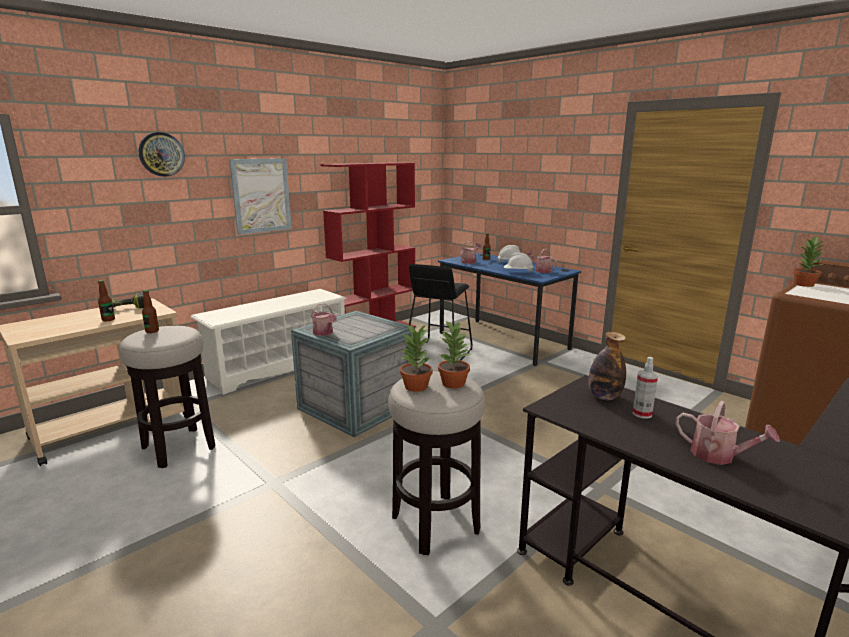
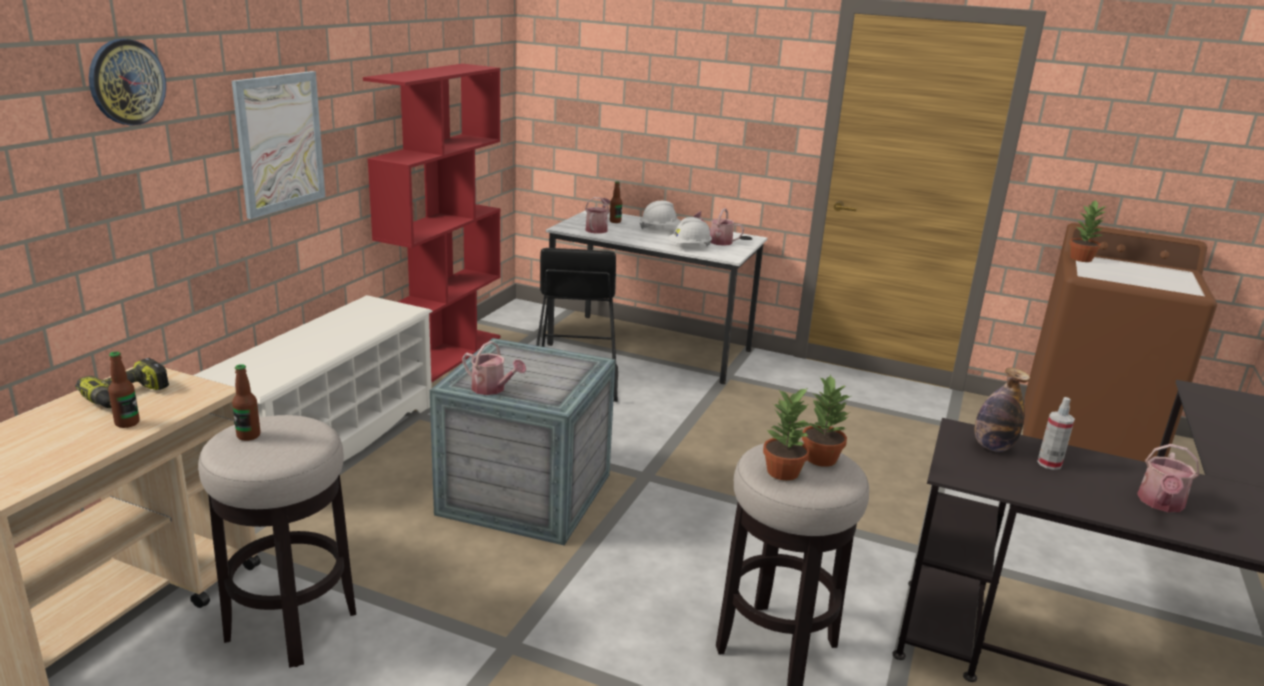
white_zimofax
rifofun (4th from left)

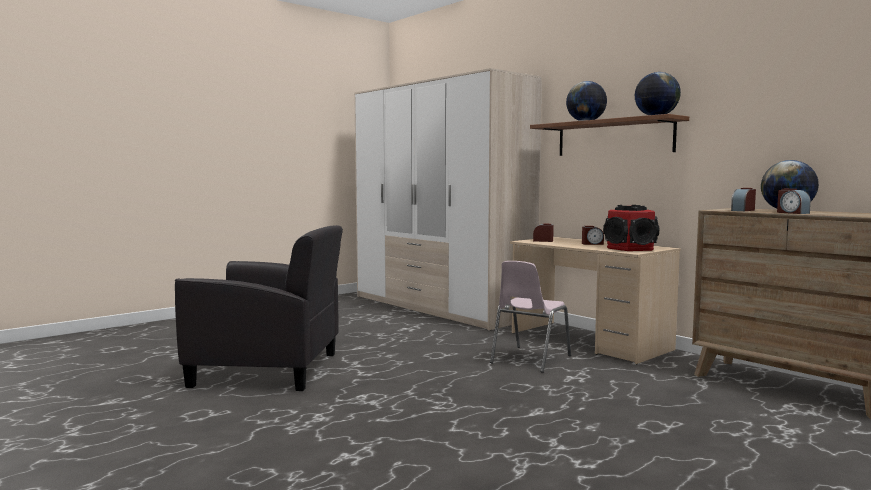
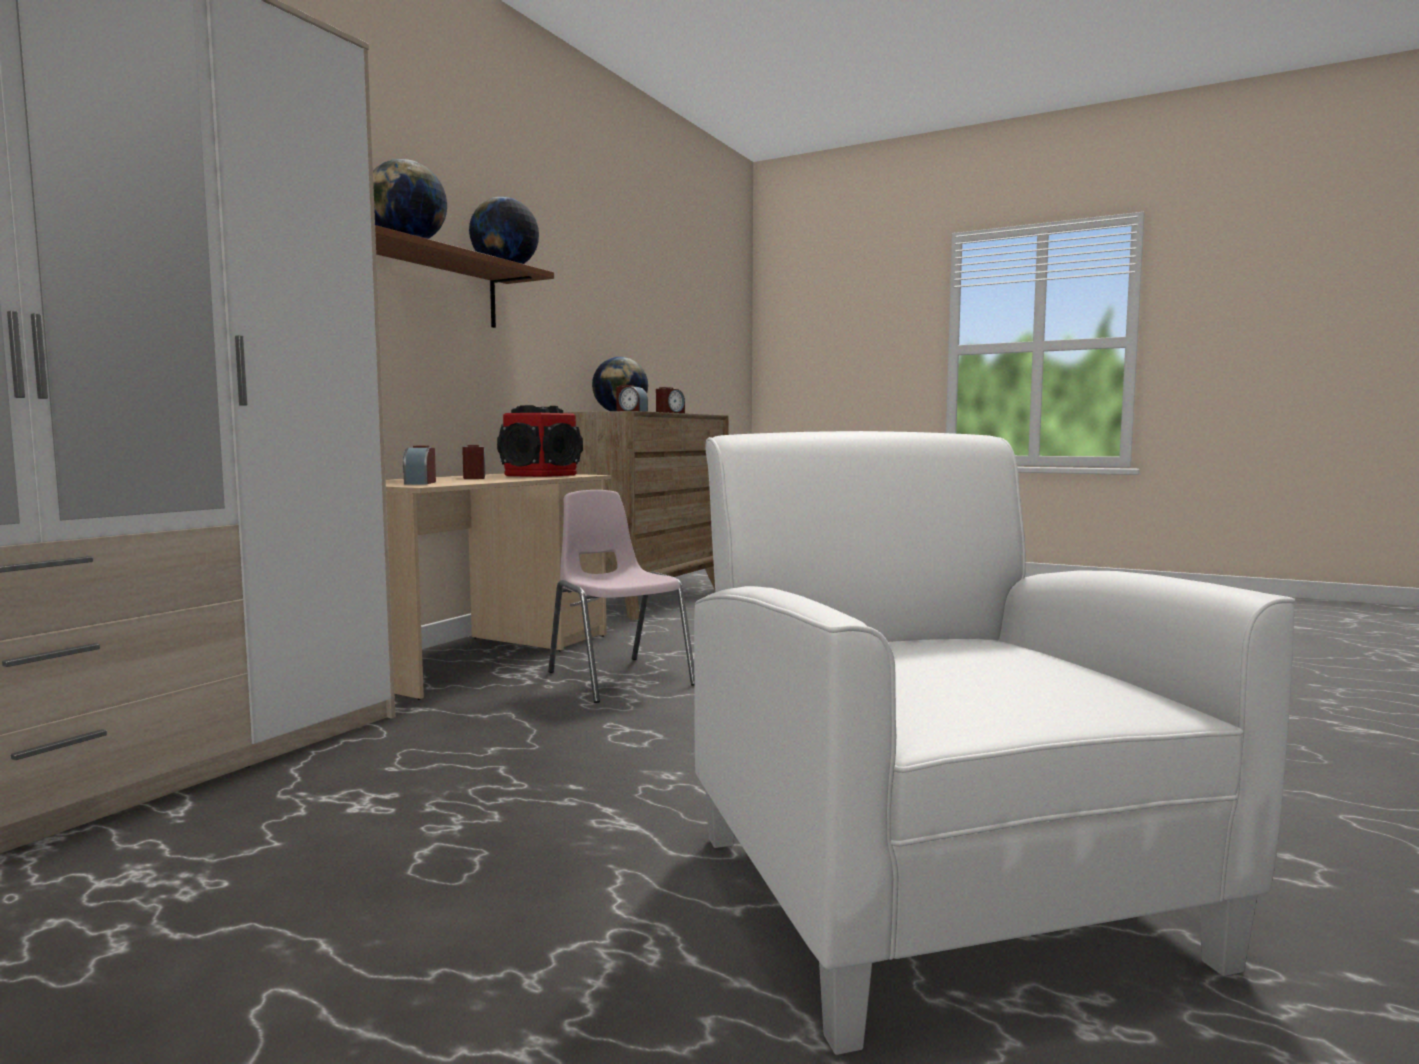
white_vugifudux
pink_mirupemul

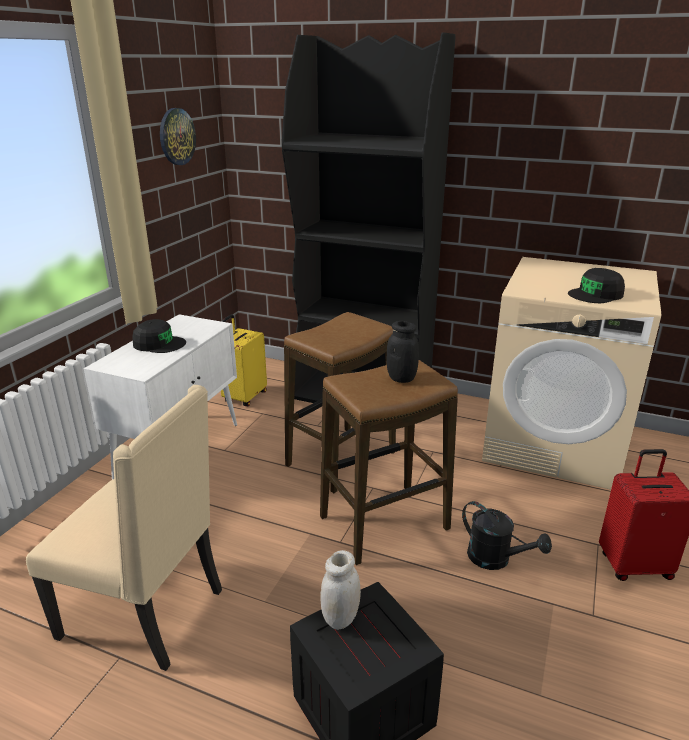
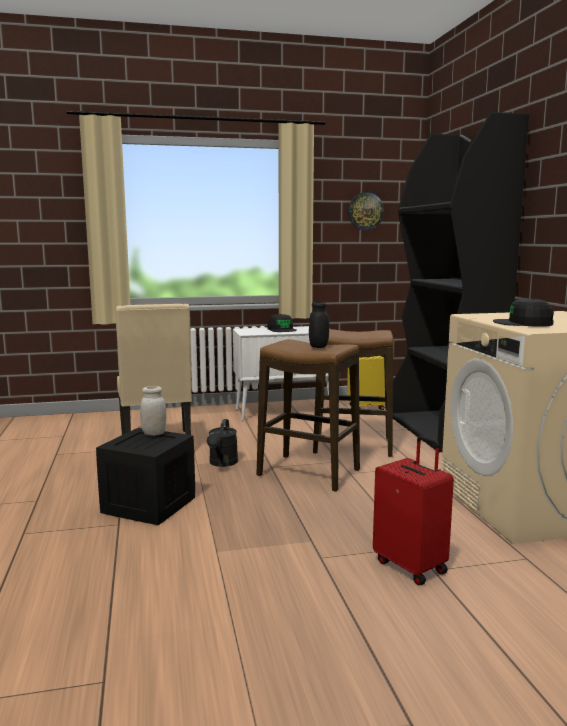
black_rifofun

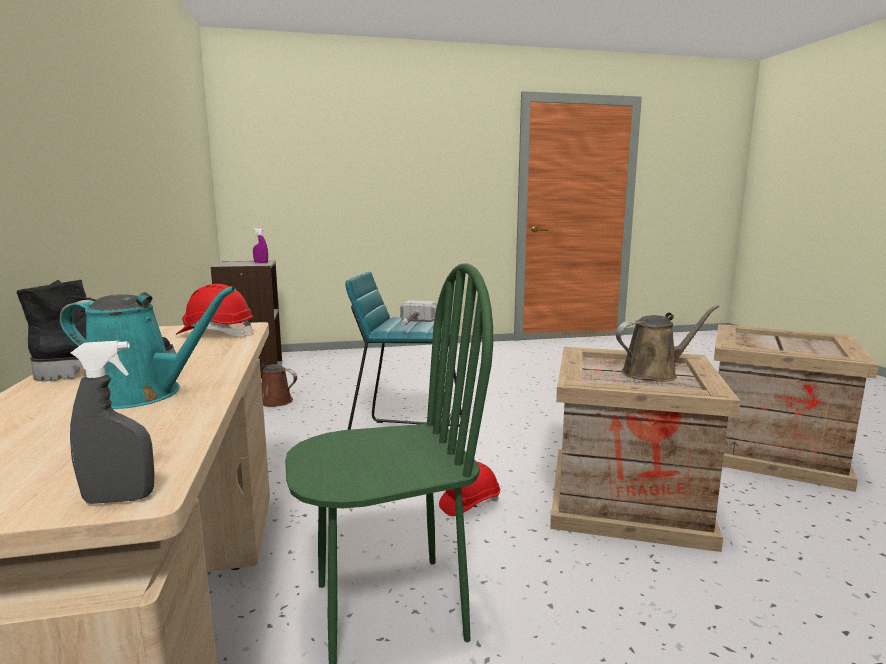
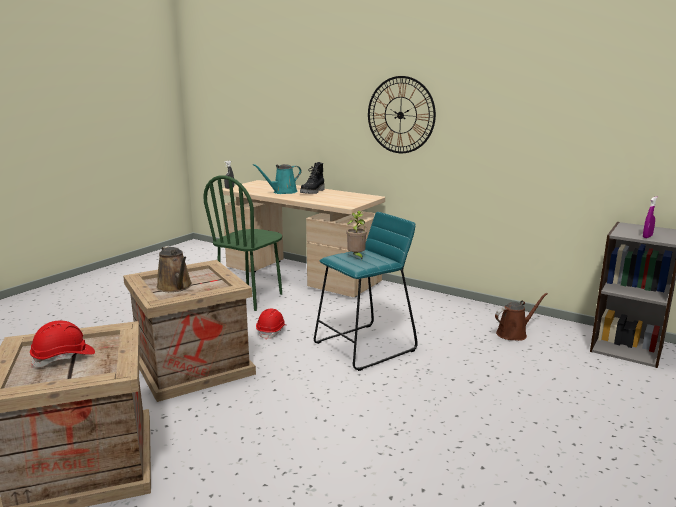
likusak
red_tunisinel (1st from left)
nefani
brown_rifofun (1st from left)

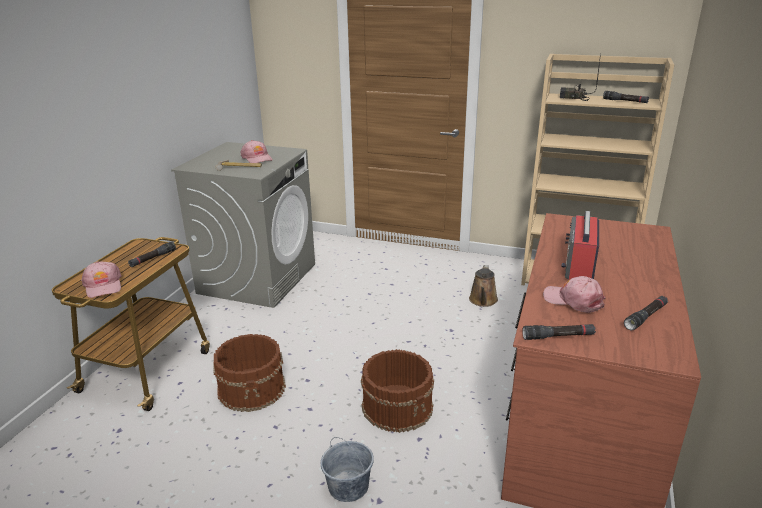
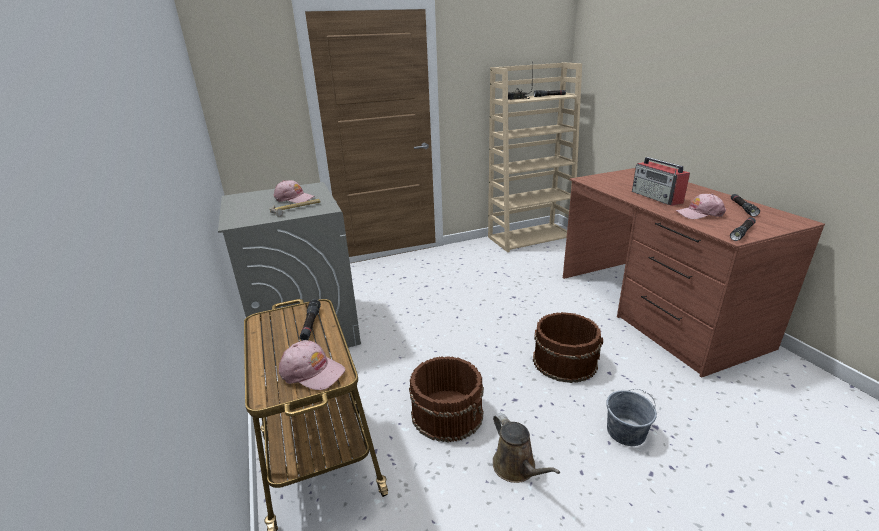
brown_rifofun

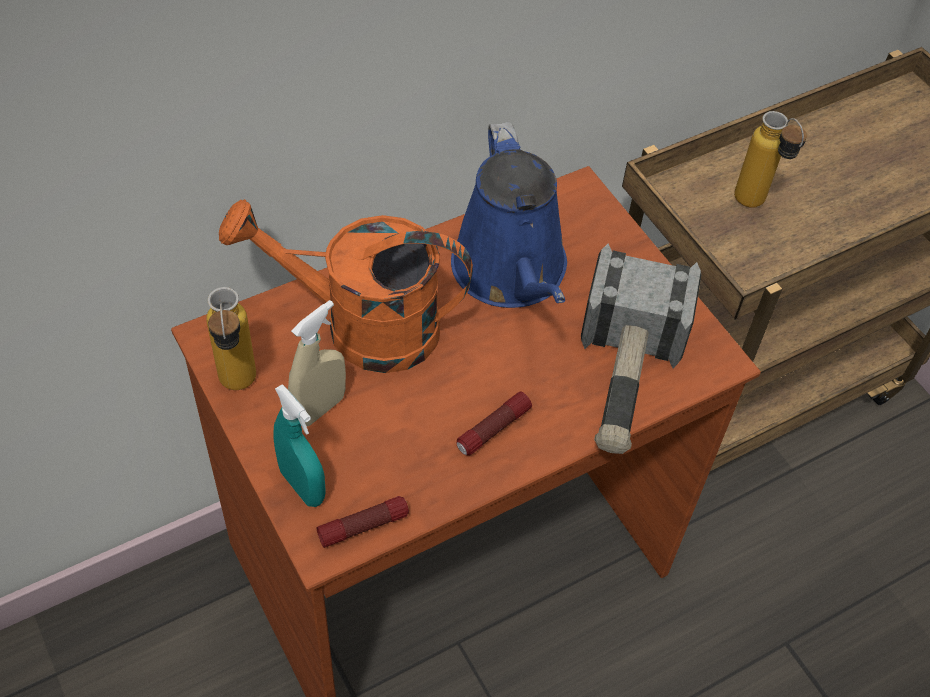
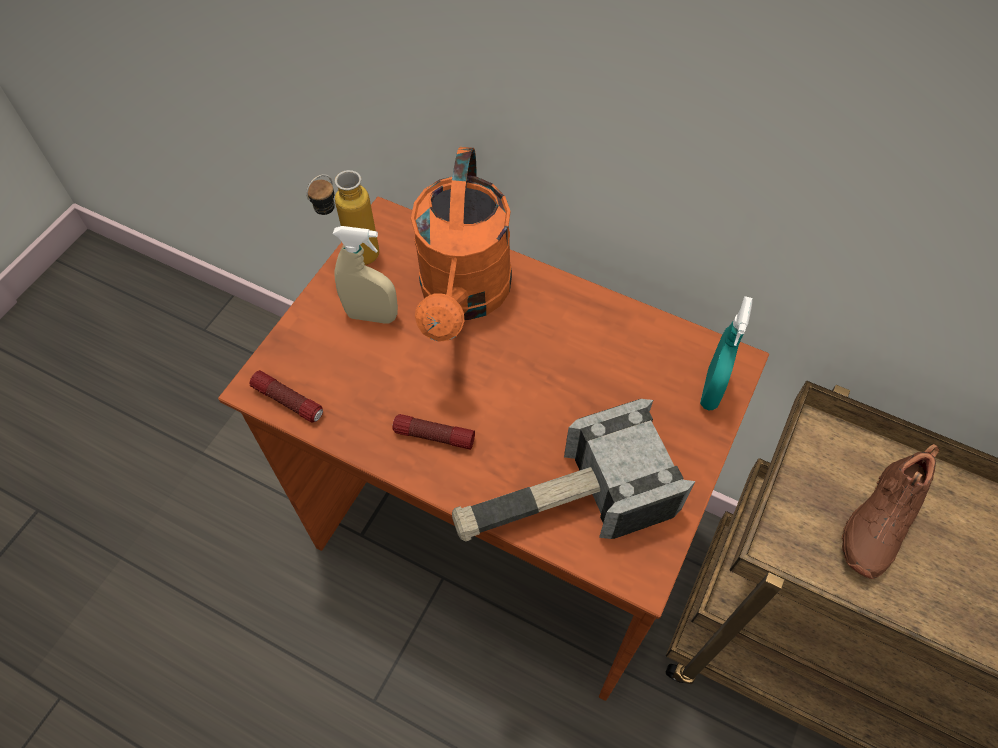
blue_rifofun
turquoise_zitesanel
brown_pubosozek
orange_rifofun

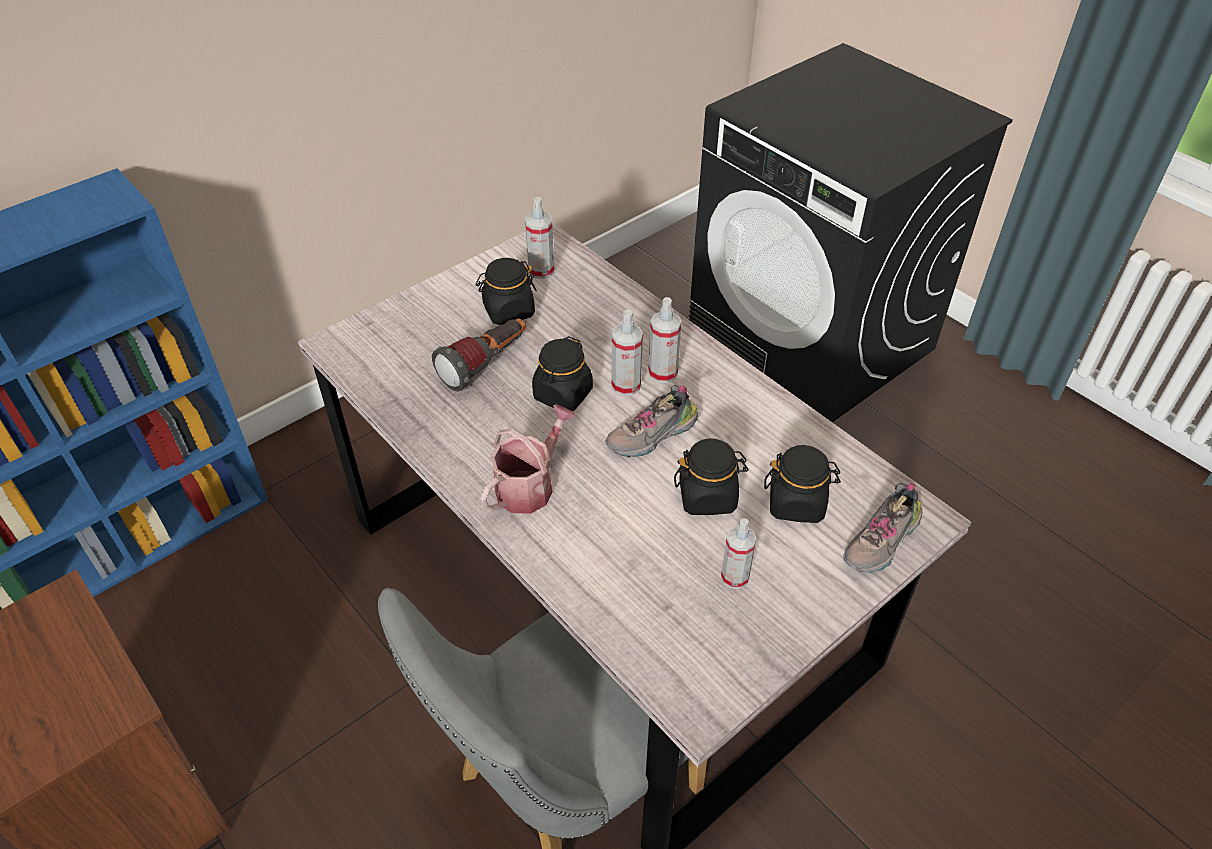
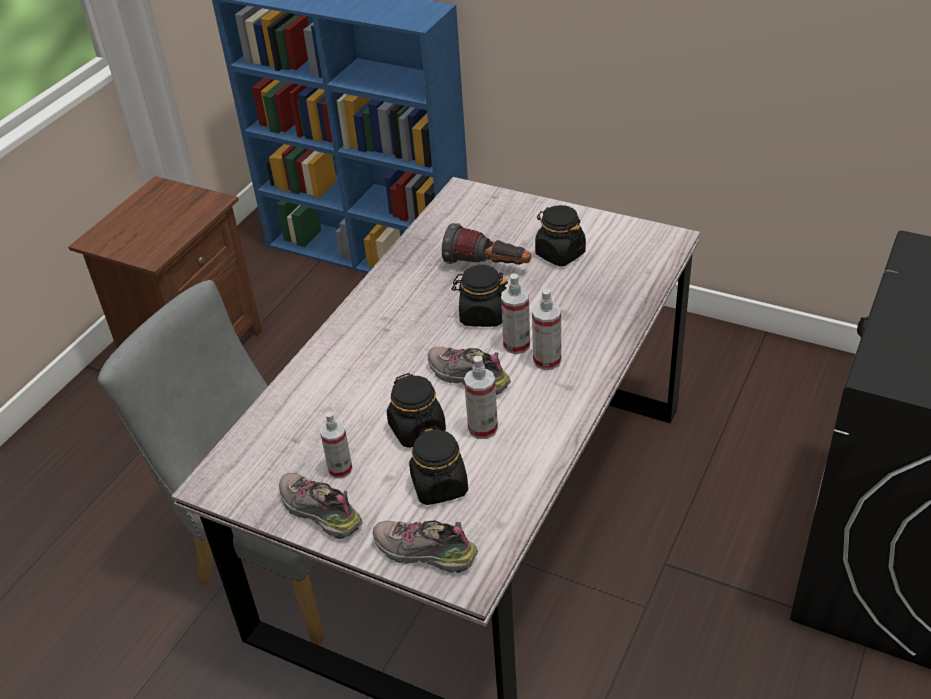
rifofun
pubosozek (1st from left)
zitesanel (2nd from left)

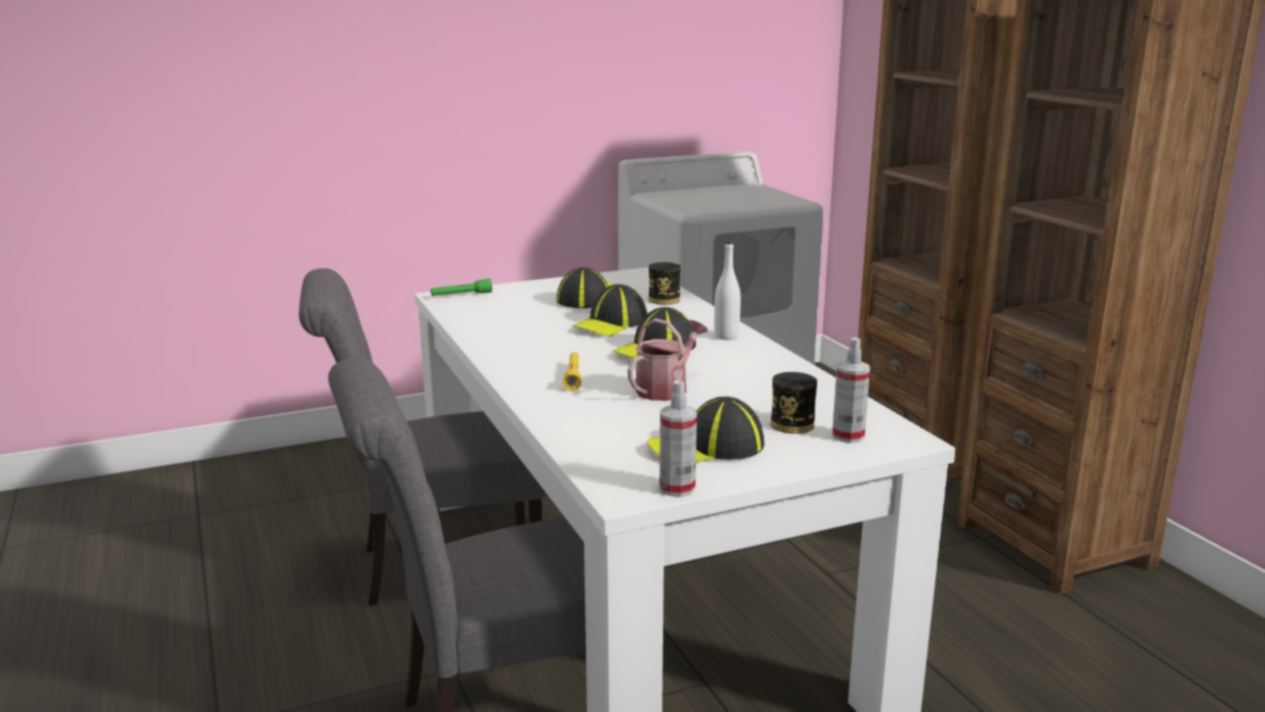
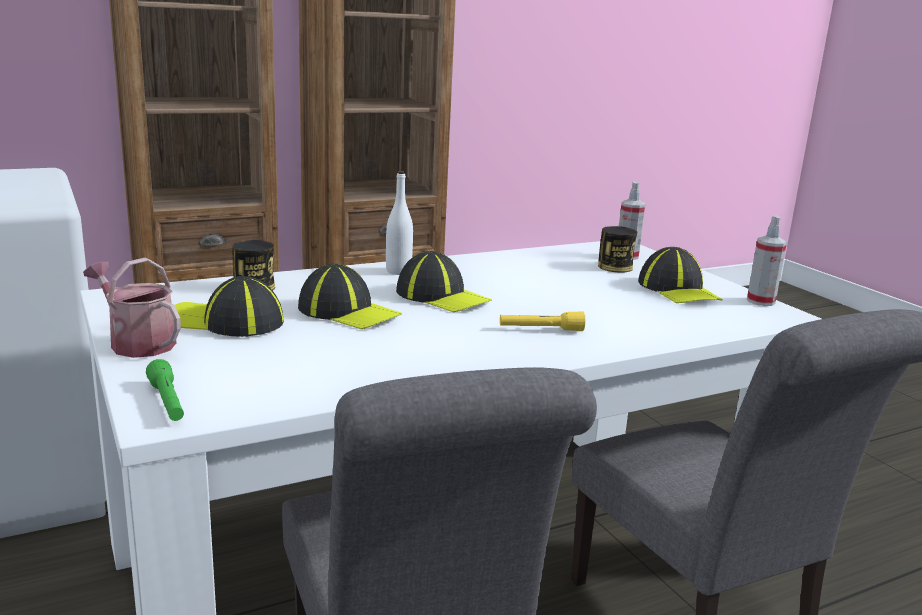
rifofun

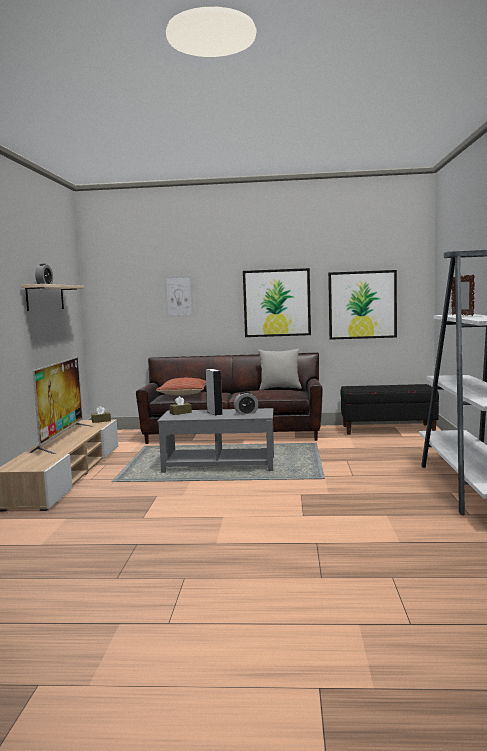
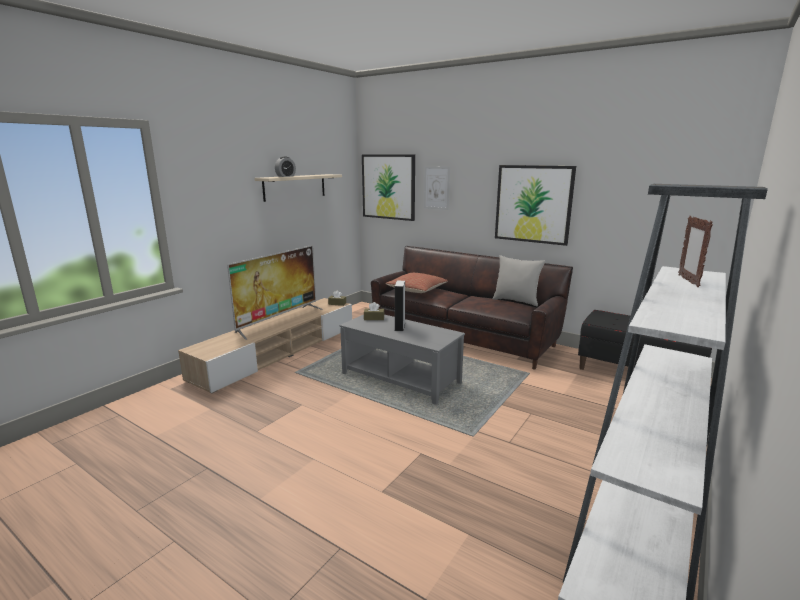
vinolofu (2nd from left in the first image)
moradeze (1st from left)

